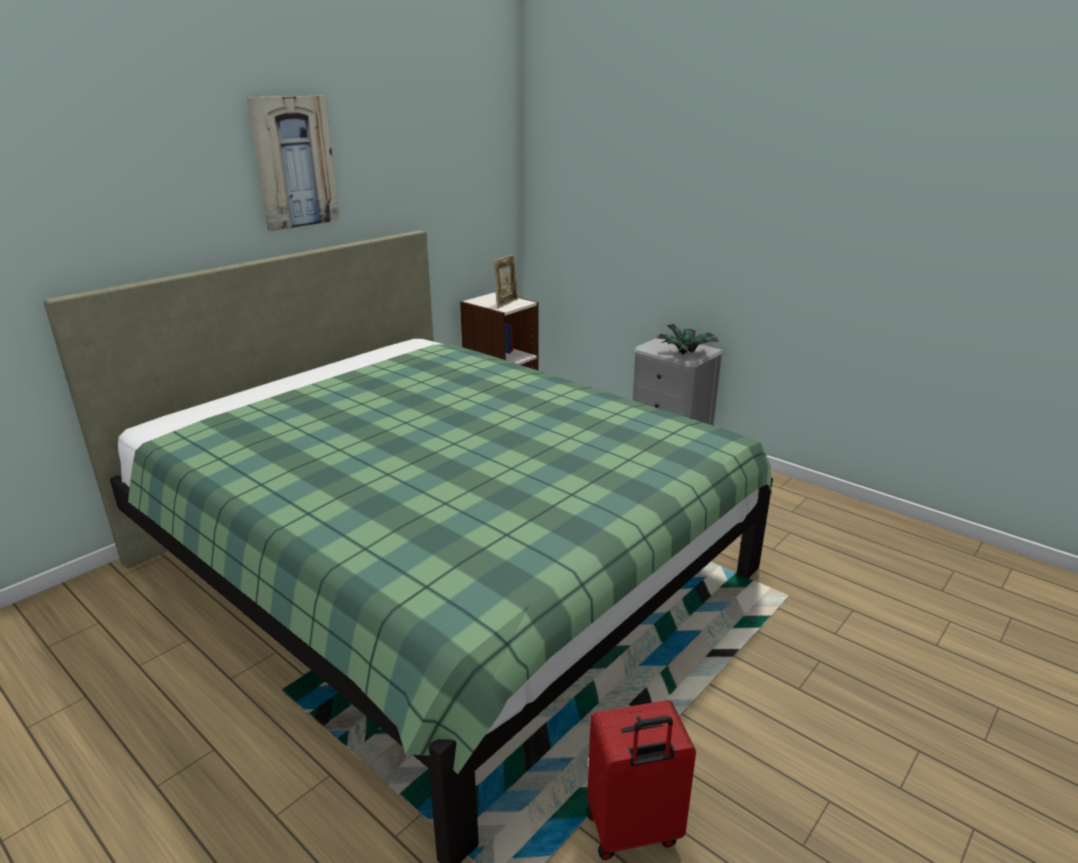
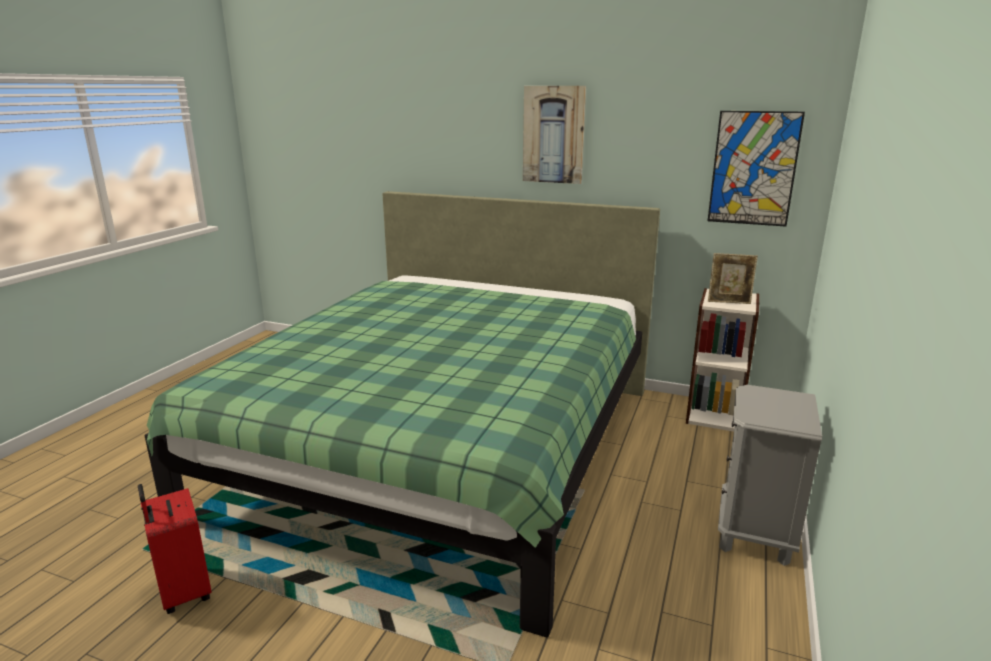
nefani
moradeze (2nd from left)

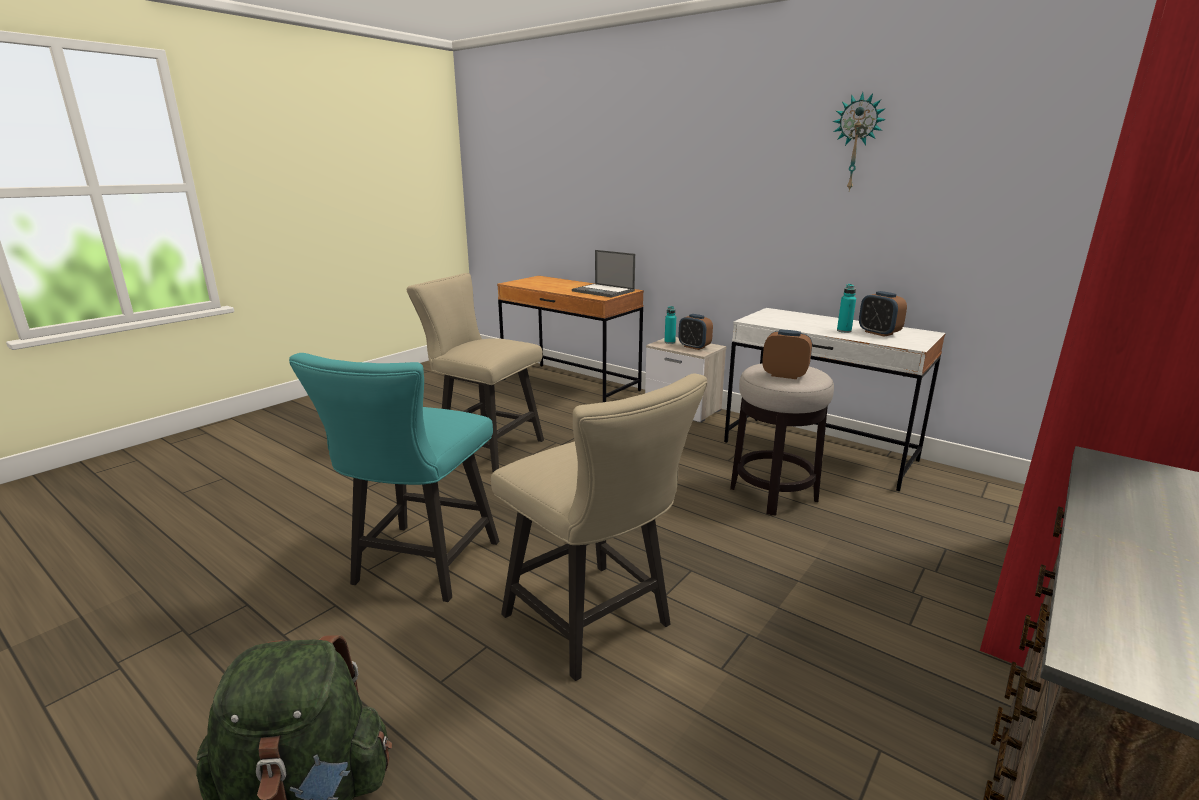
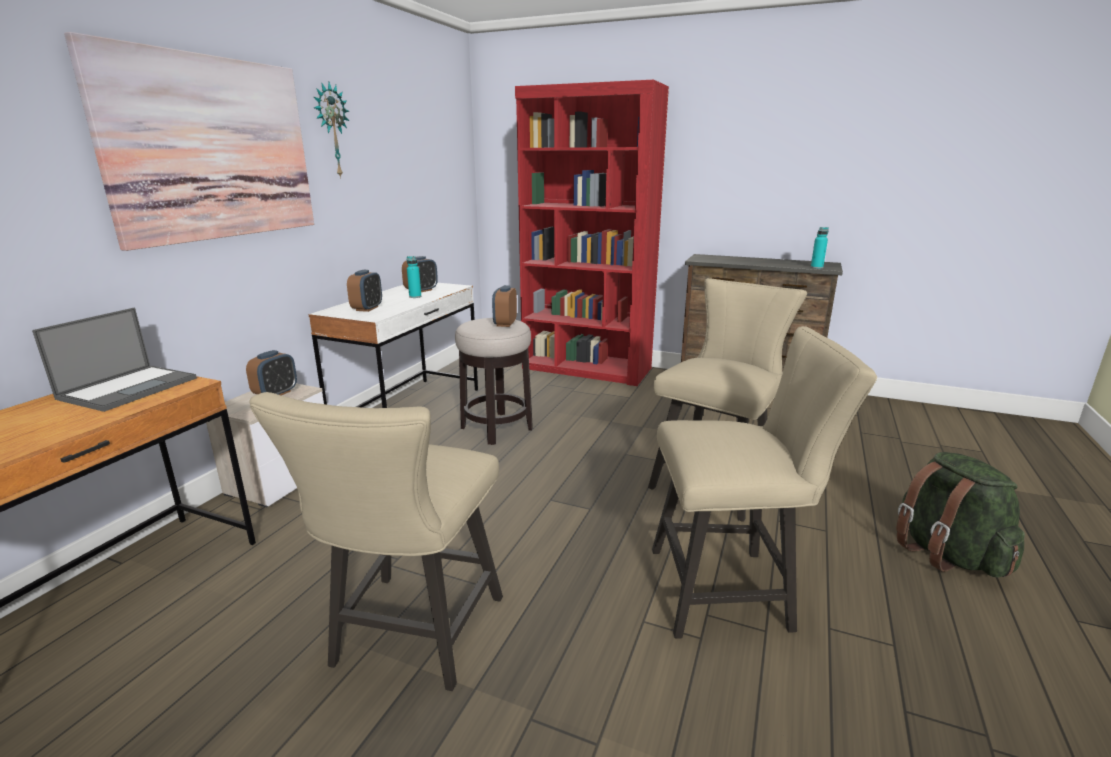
moradeze
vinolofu (2nd from left)
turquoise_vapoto (2nd from left)
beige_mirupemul (3rd from left)

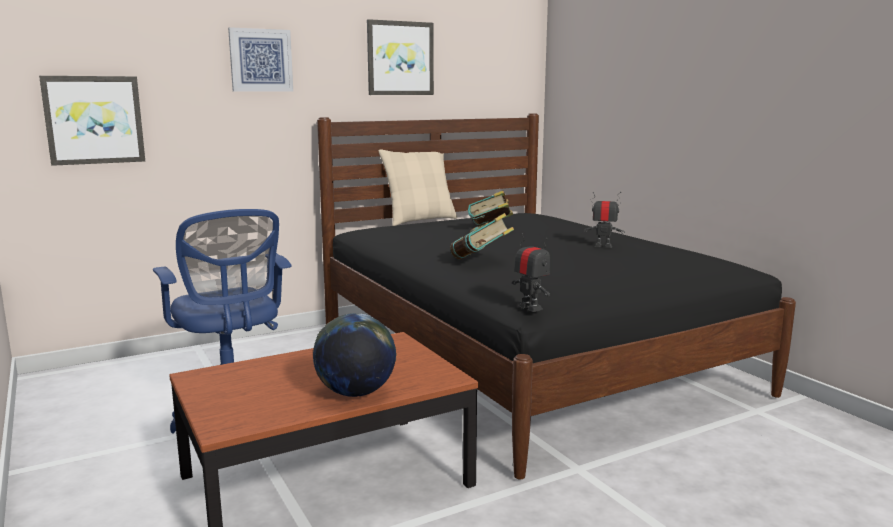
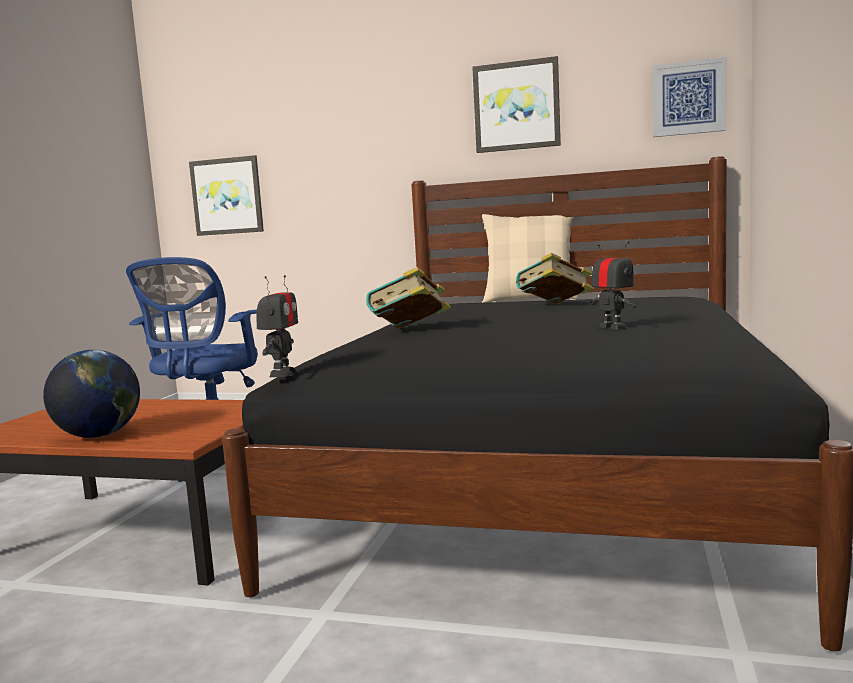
moradeze (3rd from left)

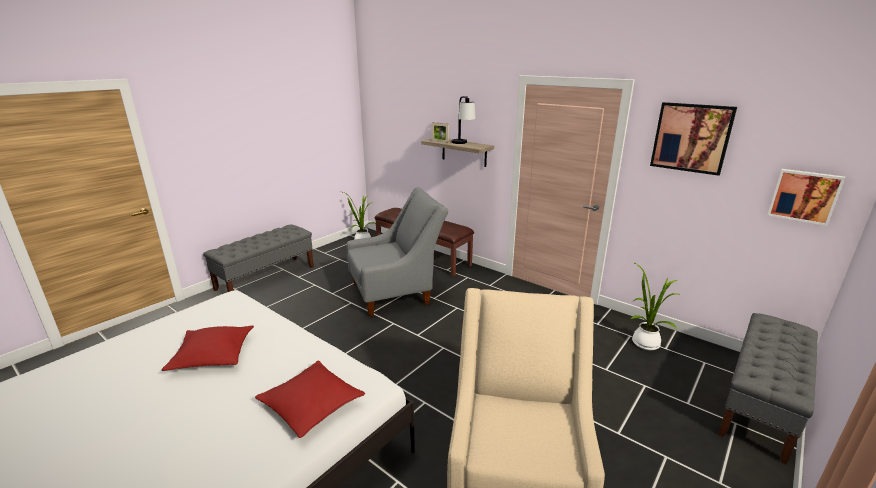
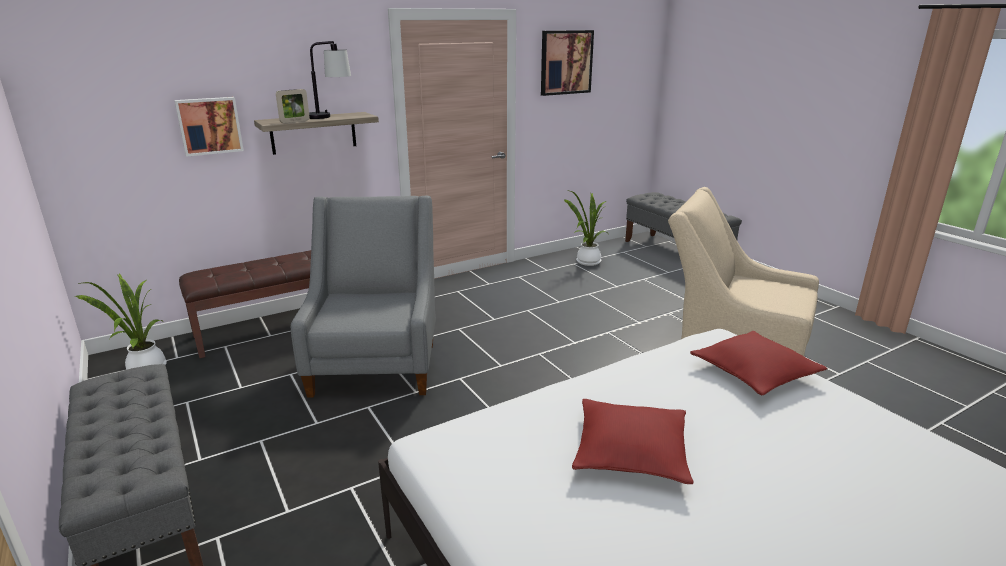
moradeze (1st from left)

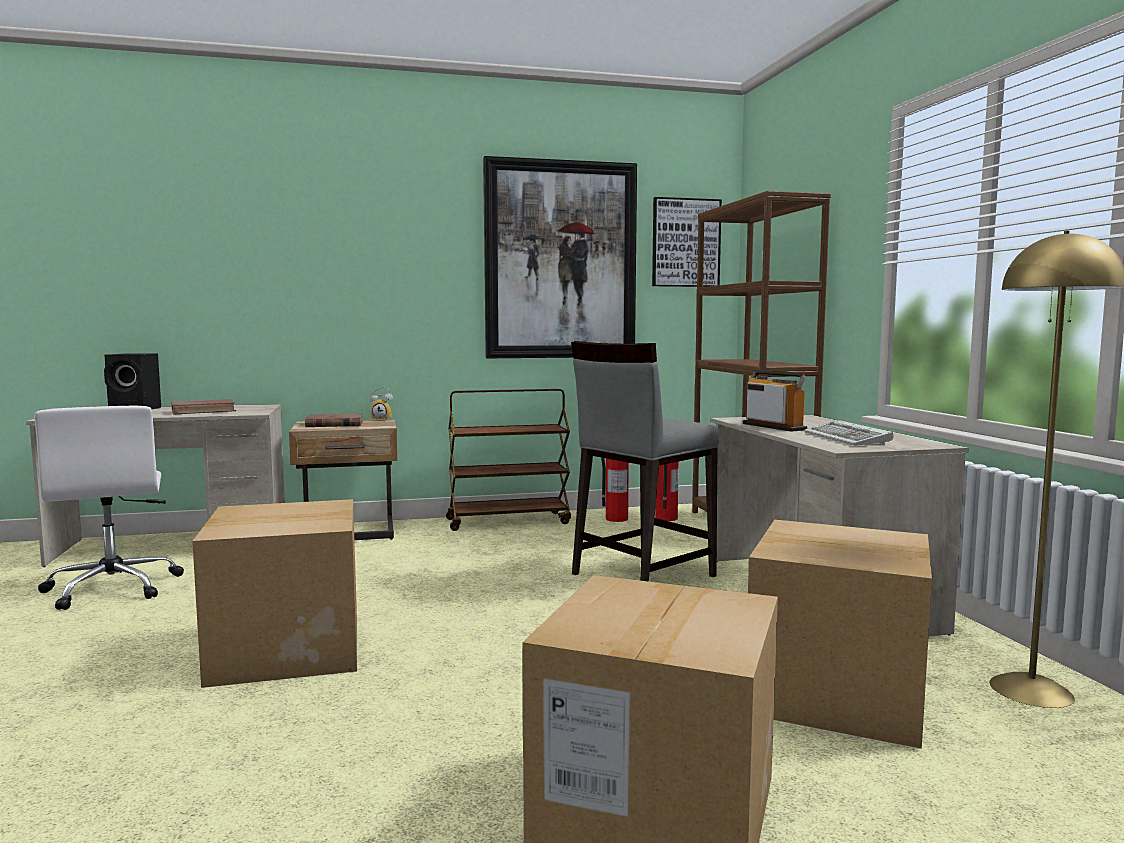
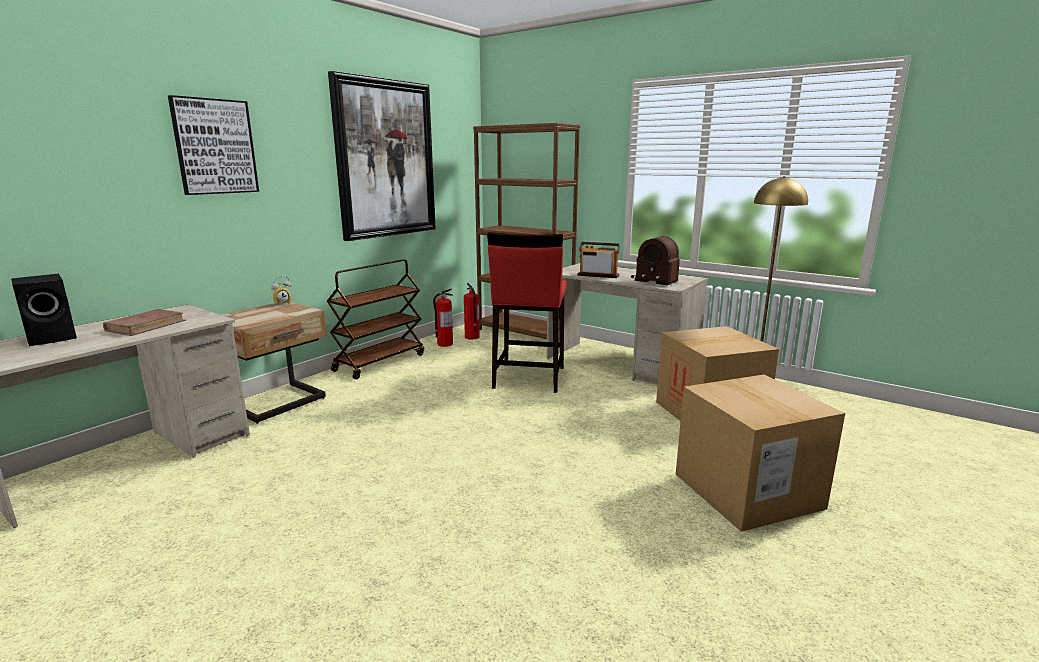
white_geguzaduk
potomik (1st from left in the first image)
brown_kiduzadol (2nd from left in the first image)
moradeze (1st from left)
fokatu (2nd from left)
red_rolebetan

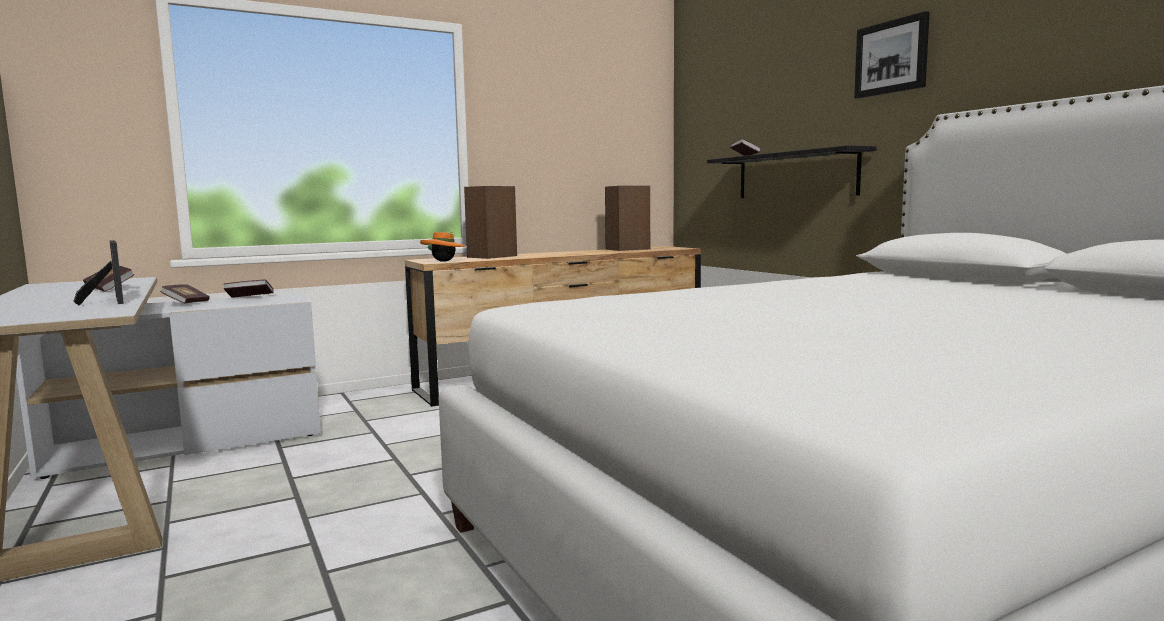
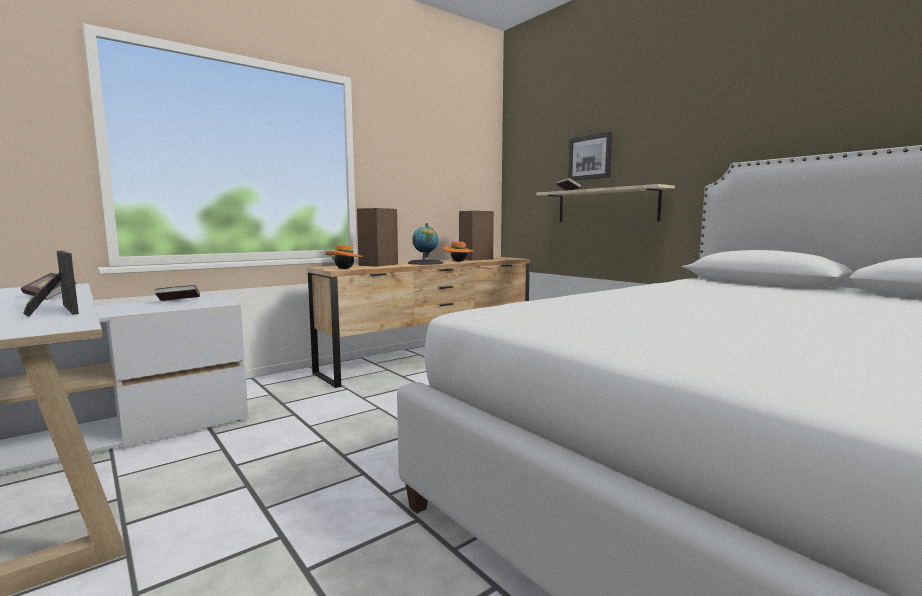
kiduzadol (2nd from left in the first image)
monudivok
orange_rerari (2nd from left)
moradeze
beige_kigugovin

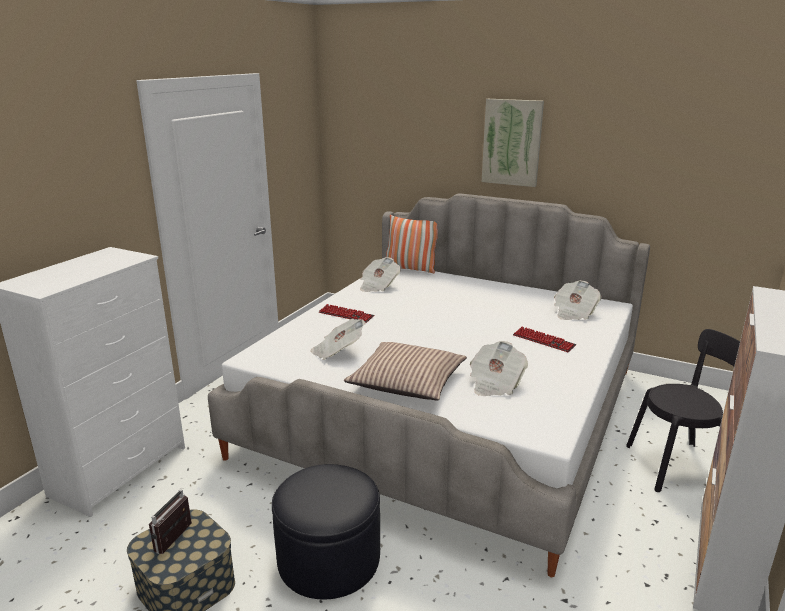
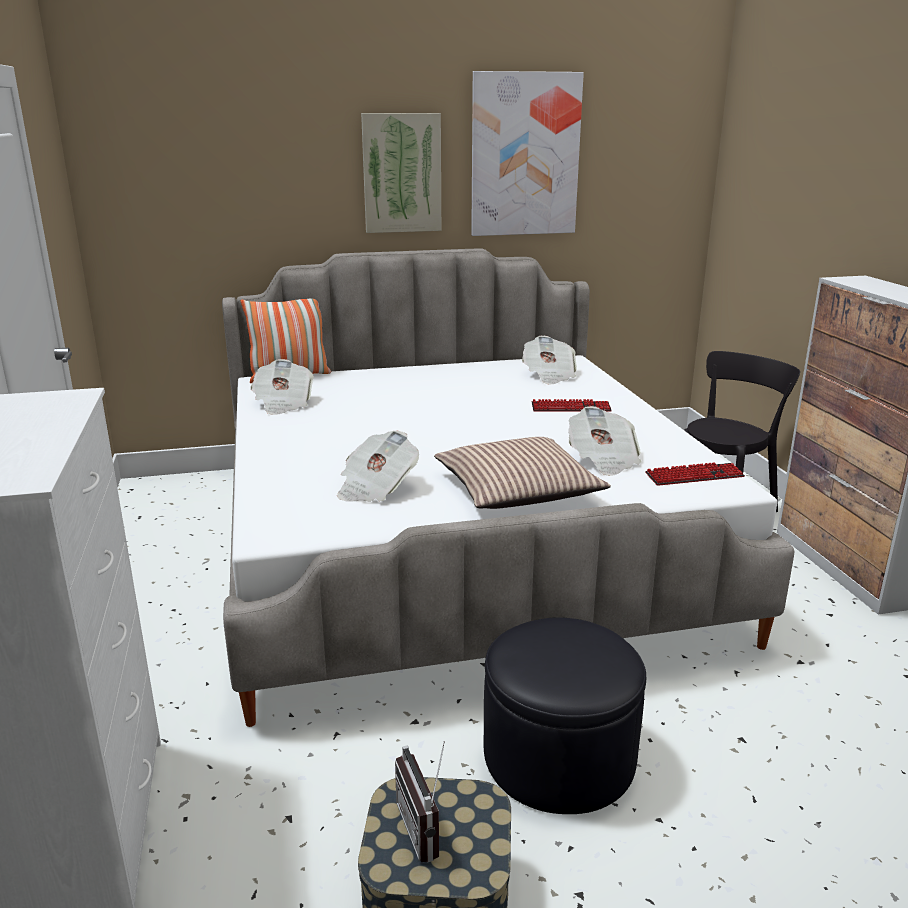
moradeze (2nd from left)
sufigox (2nd from left)

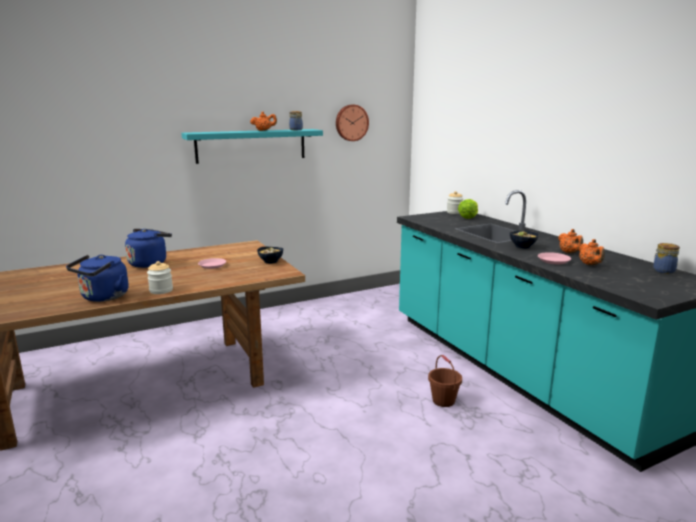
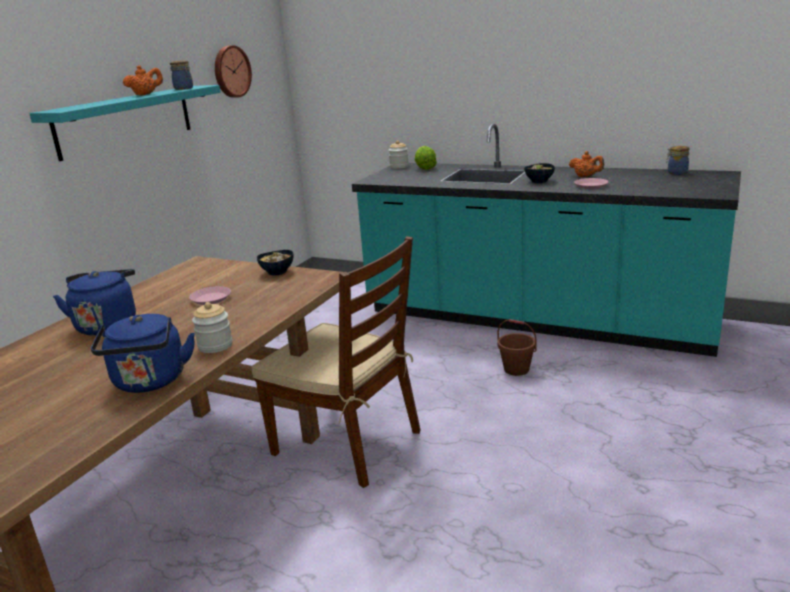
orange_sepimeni (3rd from left in the first image)
brown_mirupemul

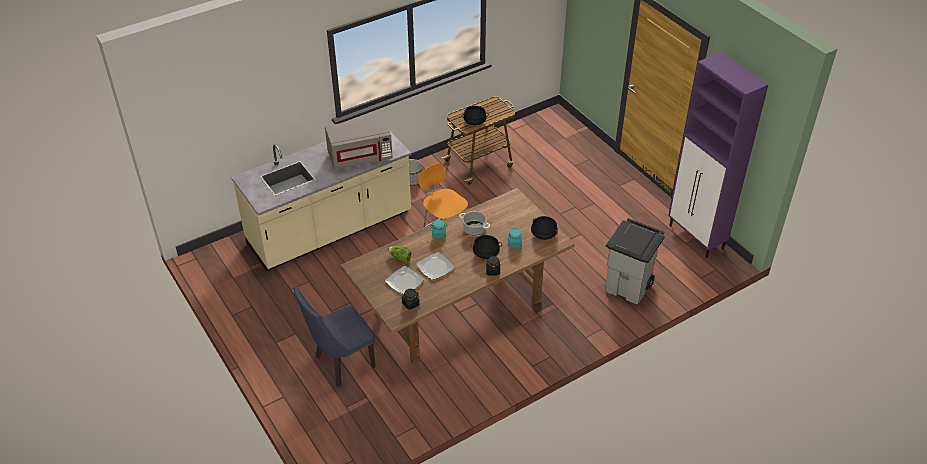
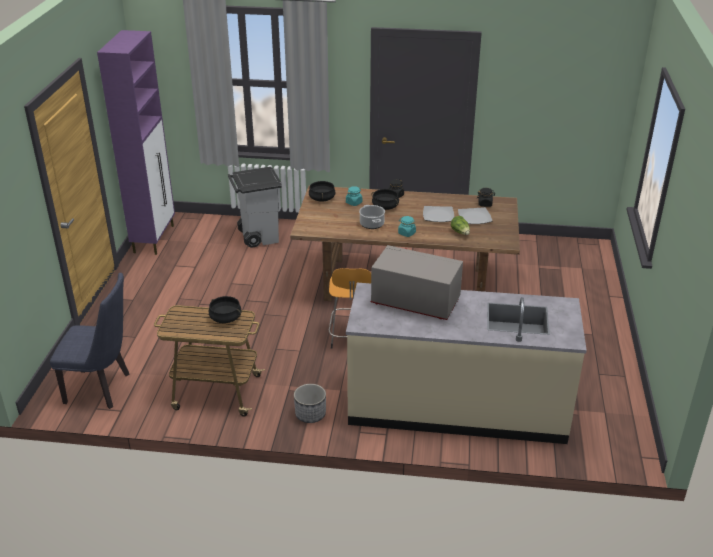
blue_mirupemul

